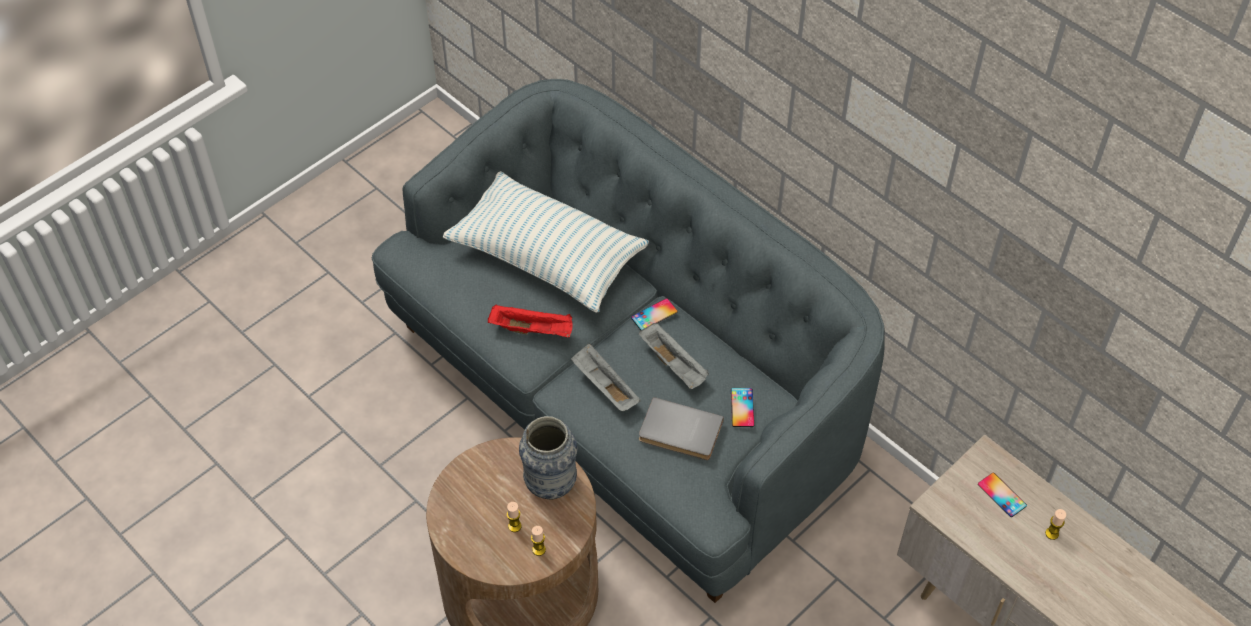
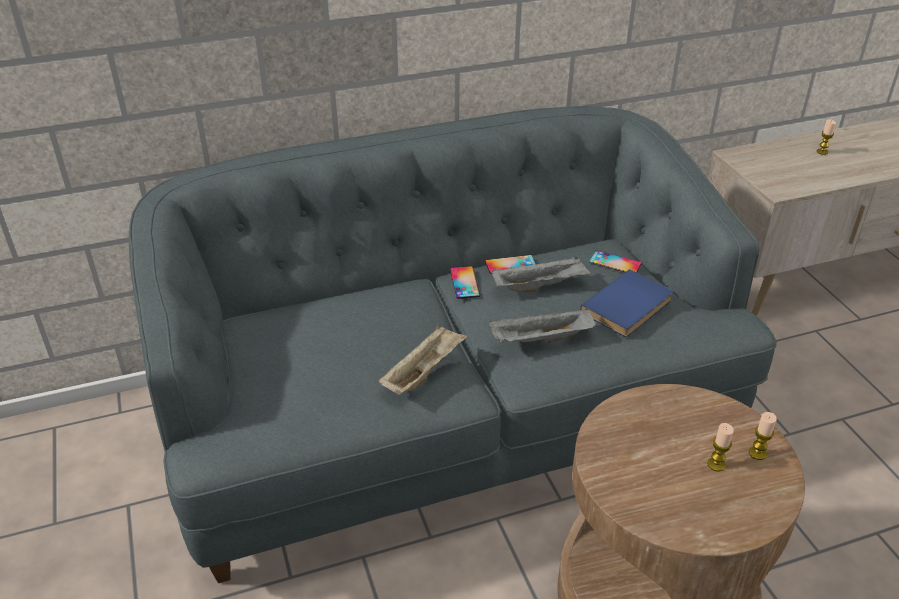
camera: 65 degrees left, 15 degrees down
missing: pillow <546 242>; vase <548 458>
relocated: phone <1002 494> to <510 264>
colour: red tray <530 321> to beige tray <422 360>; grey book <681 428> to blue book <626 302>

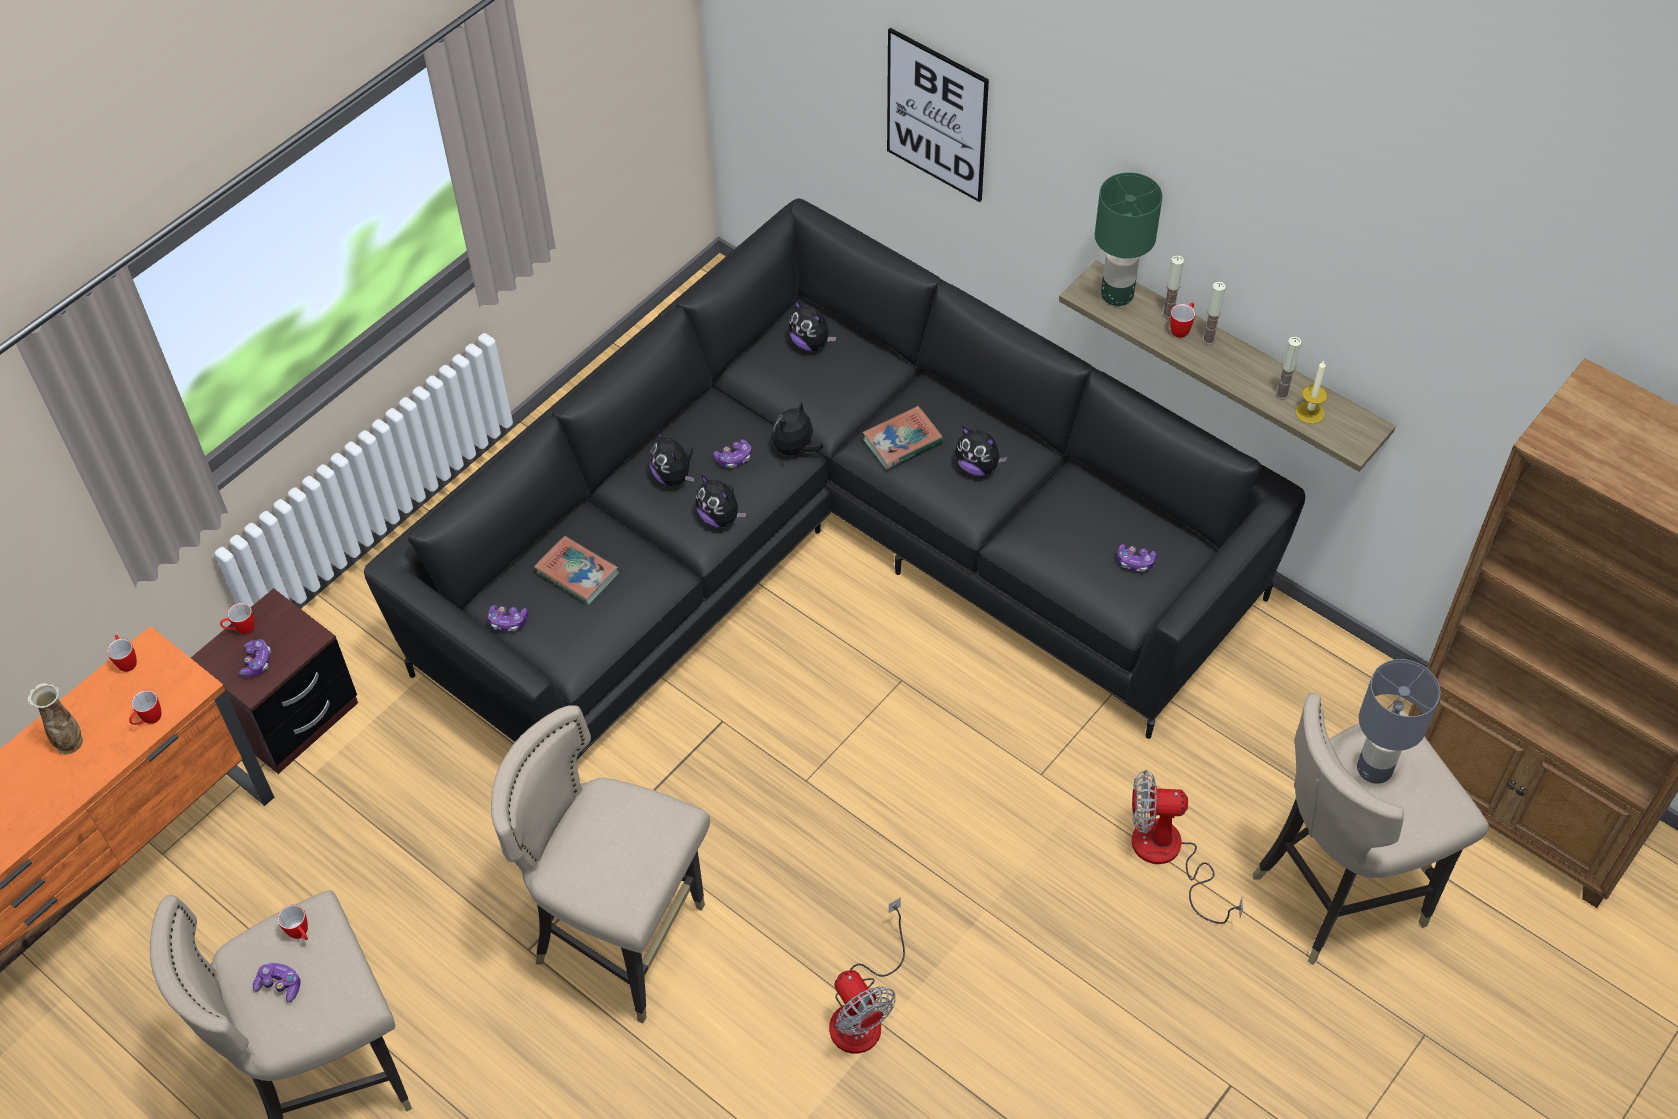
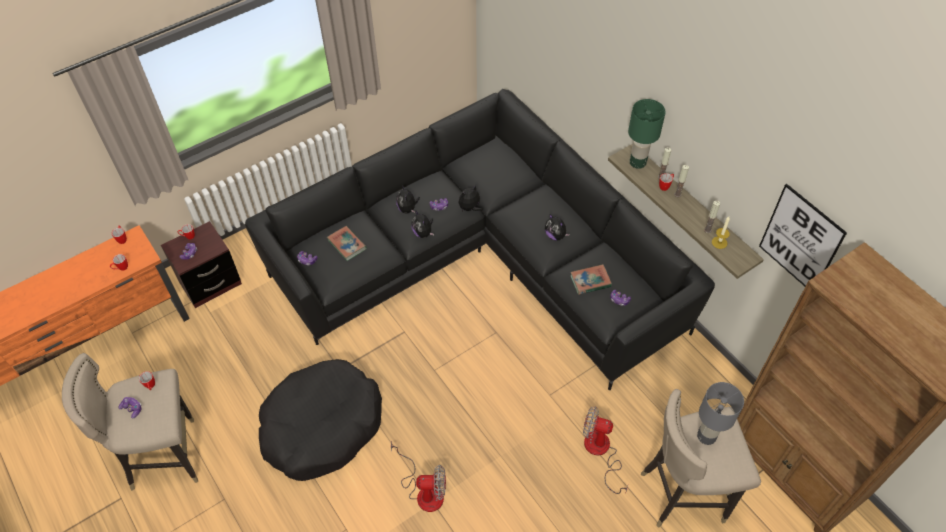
camera: 15 degrees right, 0 degrees up
missing: vase <55 718>; plush toy <812 325>
relocated: book <903 438> to <591 279>; picture <938 115> to <803 235>
exchanged: beige stool <600 864> to black dog bed <320 420>
spun: fan <867 975> = <418 476> 75 degrees counterclockwise

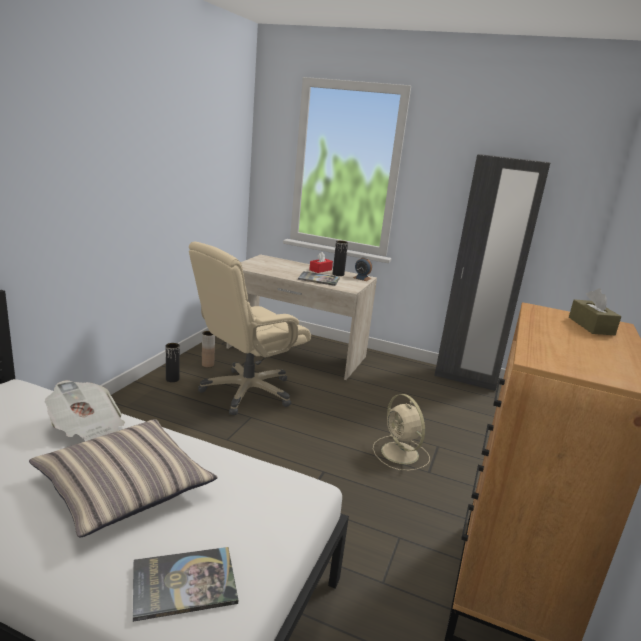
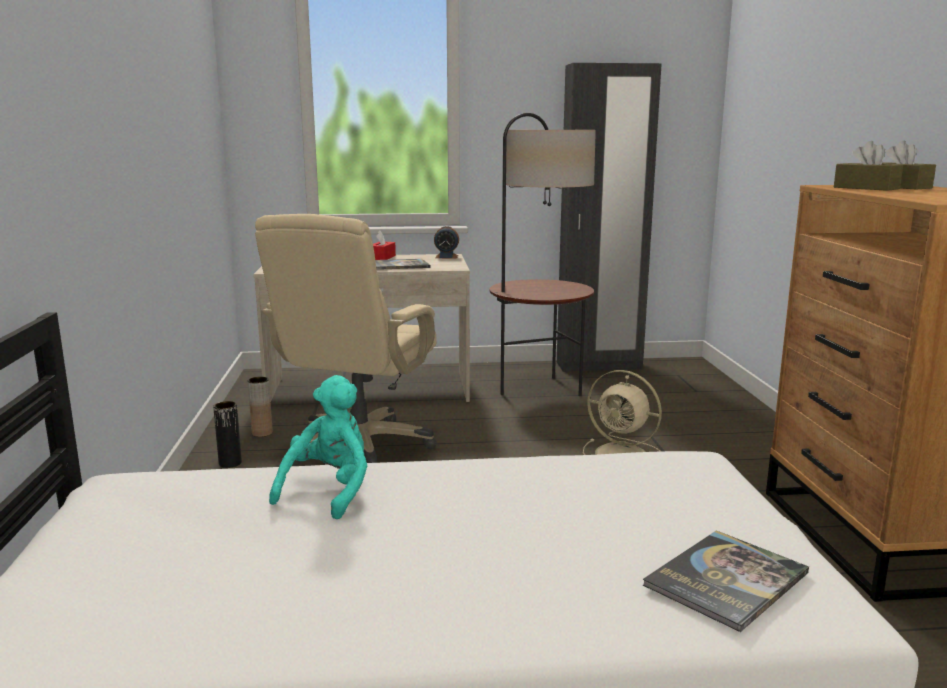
camera: 25 degrees left, 5 degrees down
missing: pillow <123 478>; black vase <340 258>
appeared: floor lamp <543 254>; brown tissue box <868 166>
exchanged: newspaper <85 410> to turquoise plush toy <318 447>

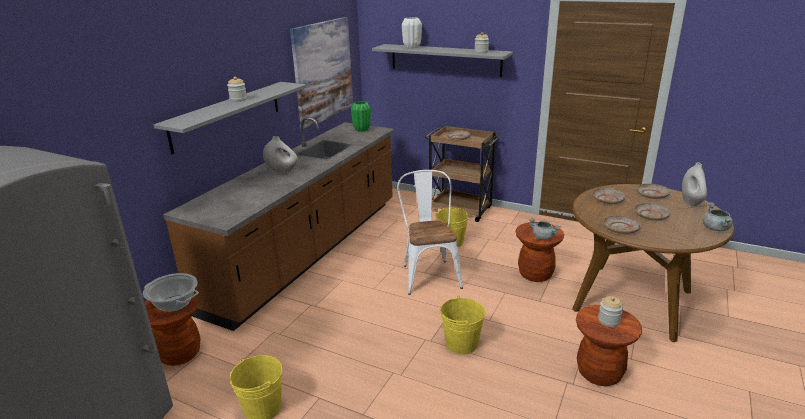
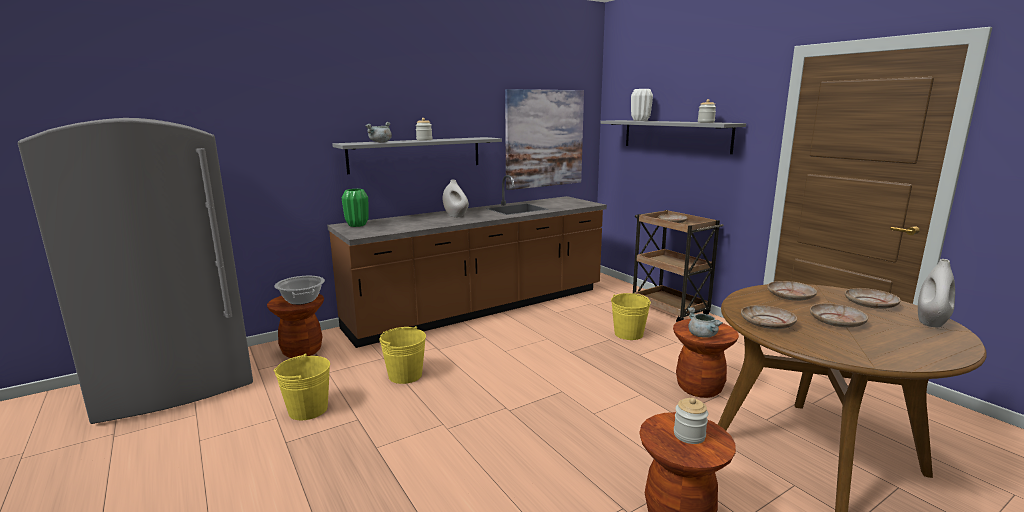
camera: 30 degrees right, 10 degrees down
missing: white chair <430 232>
relocated: green vase <361 116> to <355 208>; yellow bucket <462 325> to <402 355>; grey cooking pot <718 216> to <378 132>

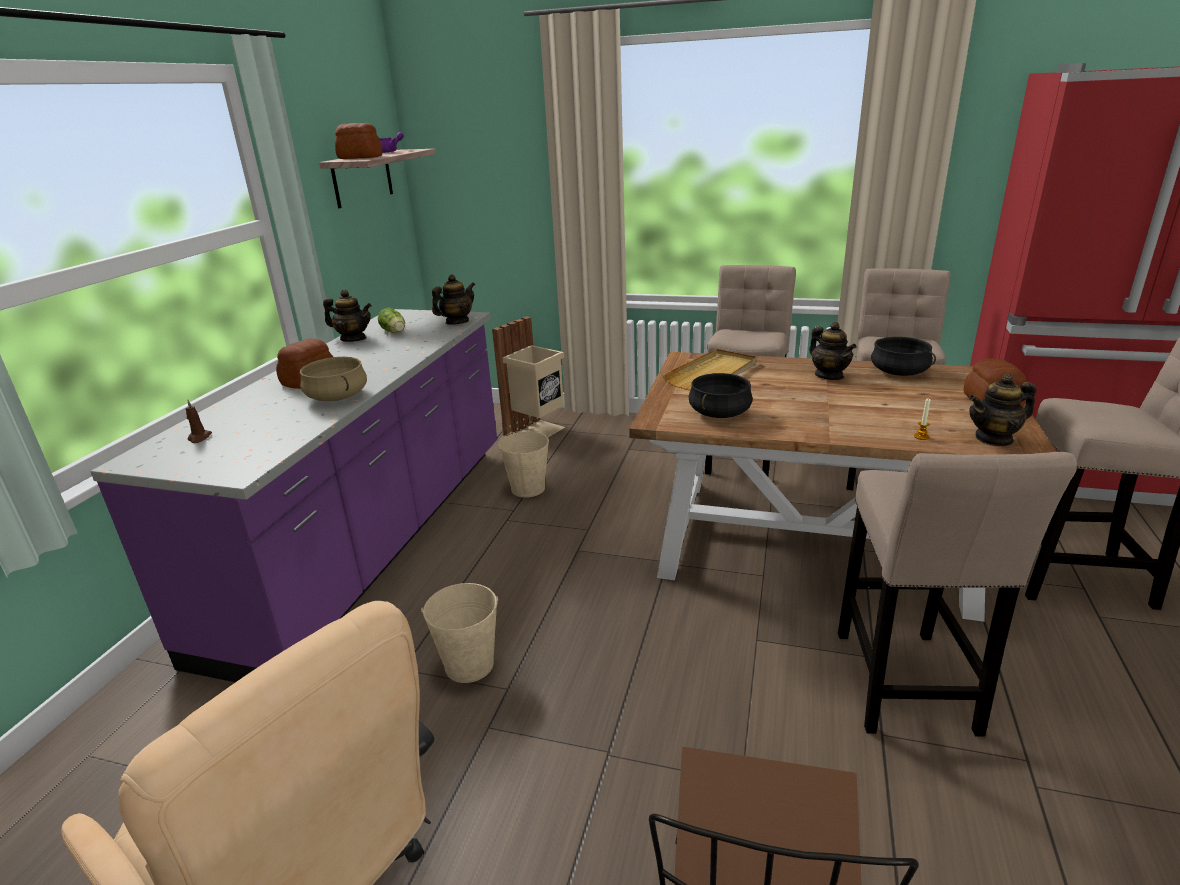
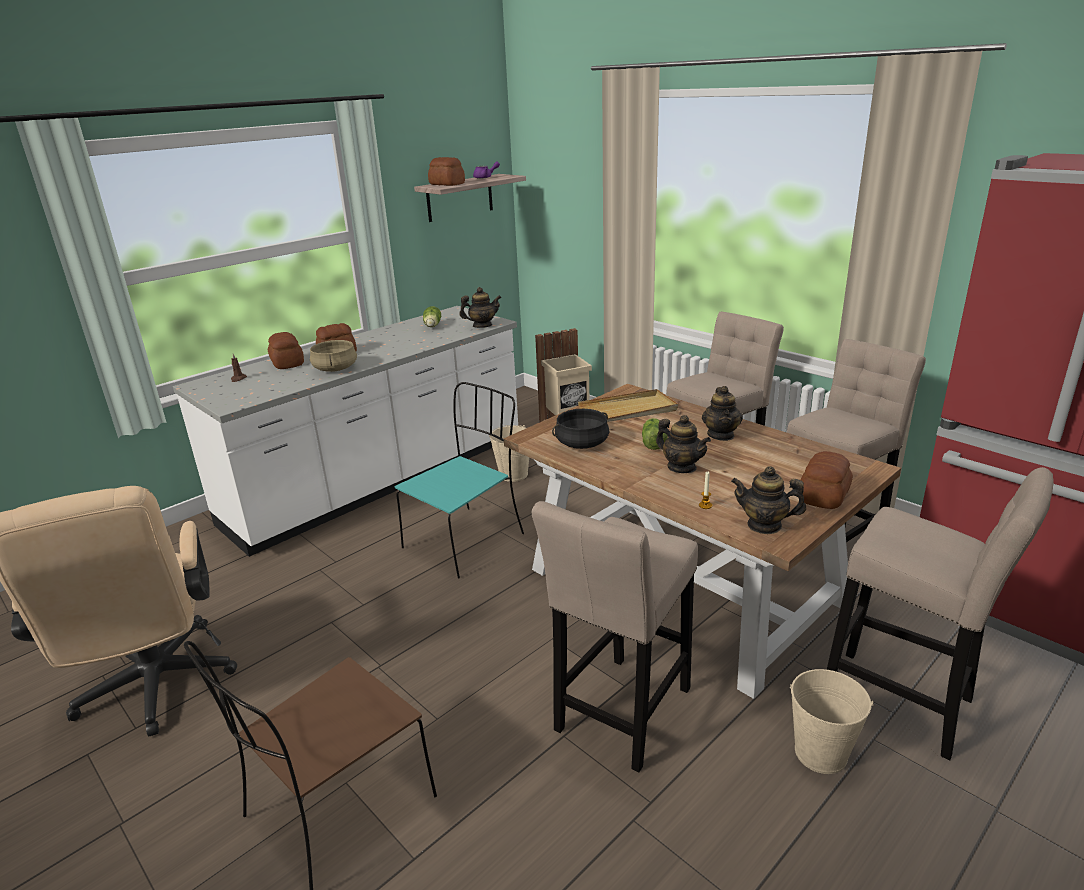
camera: 30 degrees right, 0 degrees up
missing: black cooking pot <903 356>
appeared: bread <286 350>; turquoise chair <459 480>; lettuce <655 434>
relocated: teapot <347 316> to <683 444>; beige bucket <459 633> to <831 721>
colour: purple counter <293 495> to white counter <345 431>

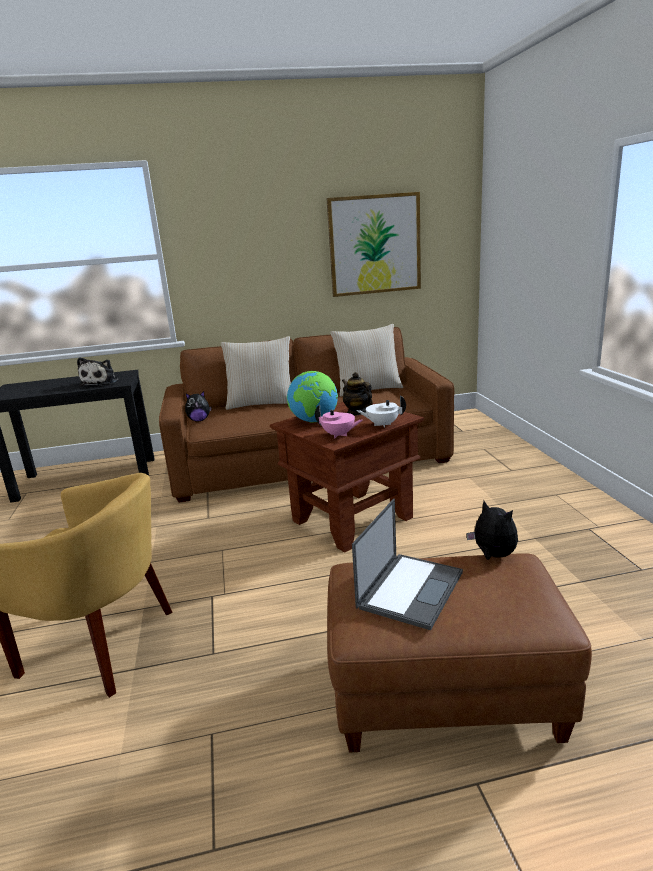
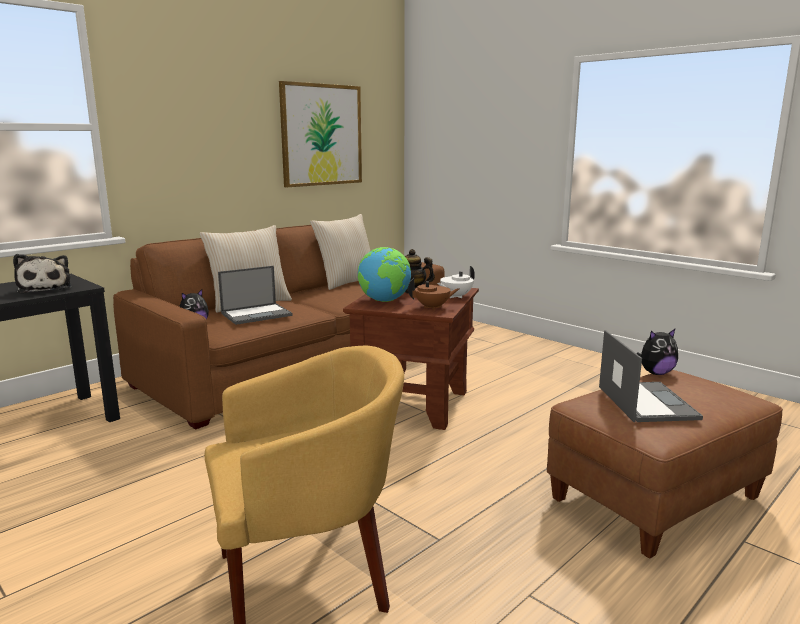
camera: 35 degrees left, 5 degrees down
appeared: laptop <255 295>
colour: pink teapot <339 421> to brown teapot <434 294>
spun: plush toy <492 530> = <657 351> 150 degrees clockwise

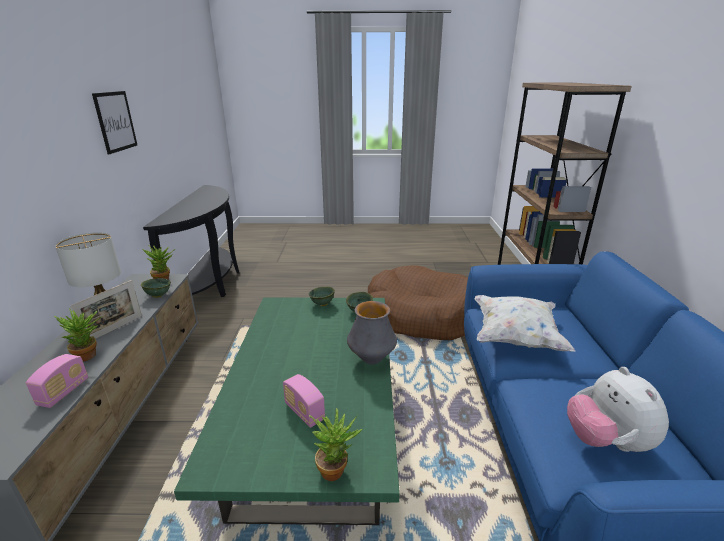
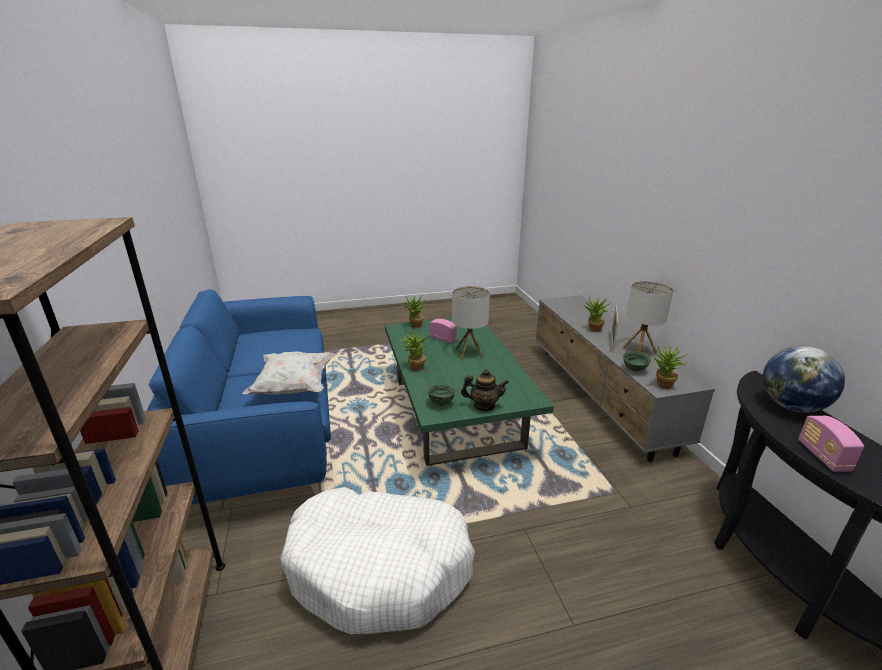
camera: 165 degrees right, 0 degrees up
missing: picture <114 122>; plush toy <618 409>
appeared: table lamp <471 322>; globe <804 379>
relocated: radio <57 381> to <831 444>
exchanged: green bowl <321 296> to teapot <485 390>; vase <372 333> to potted plant <412 350>
colour: brown dog bed <418 302> to white dog bed <377 560>

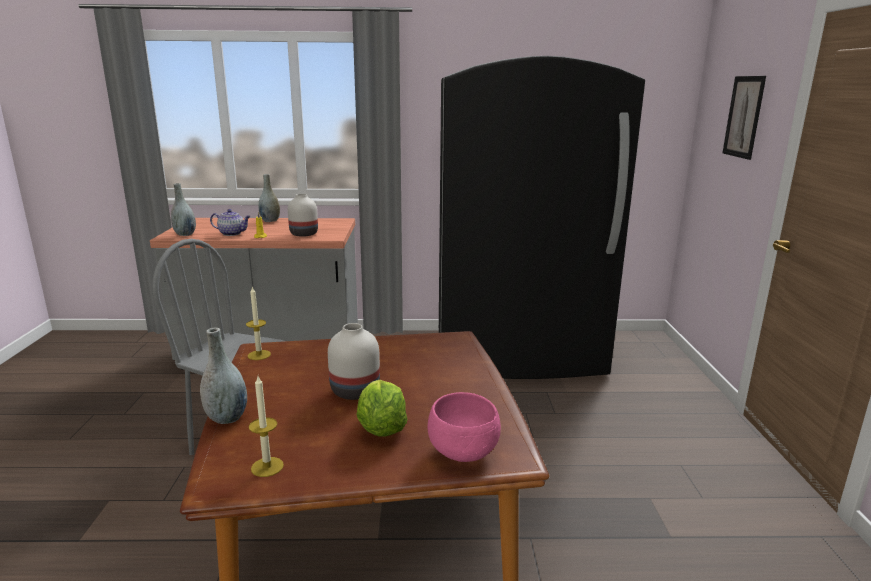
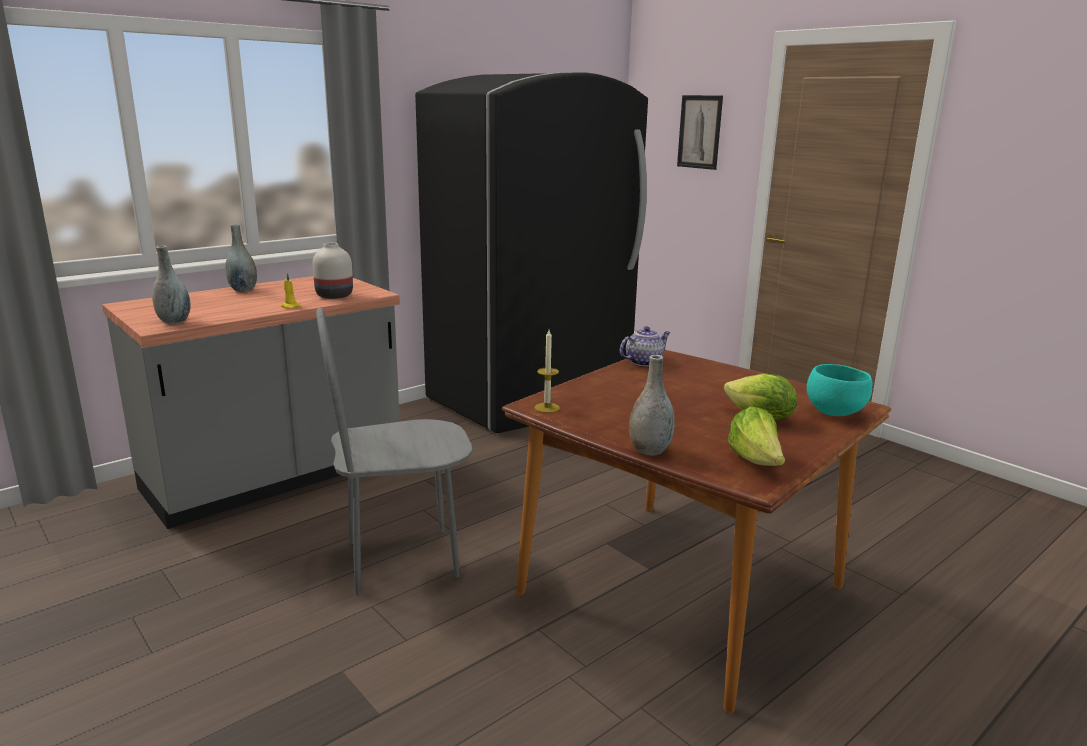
camera: 40 degrees left, 0 degrees up
missing: white vase <354 361>
relocated: teapot <230 222> to <645 346>
exchanged: candle <266 426> to lettuce <756 436>
colour: pink bowl <464 427> to turquoise bowl <839 390>

